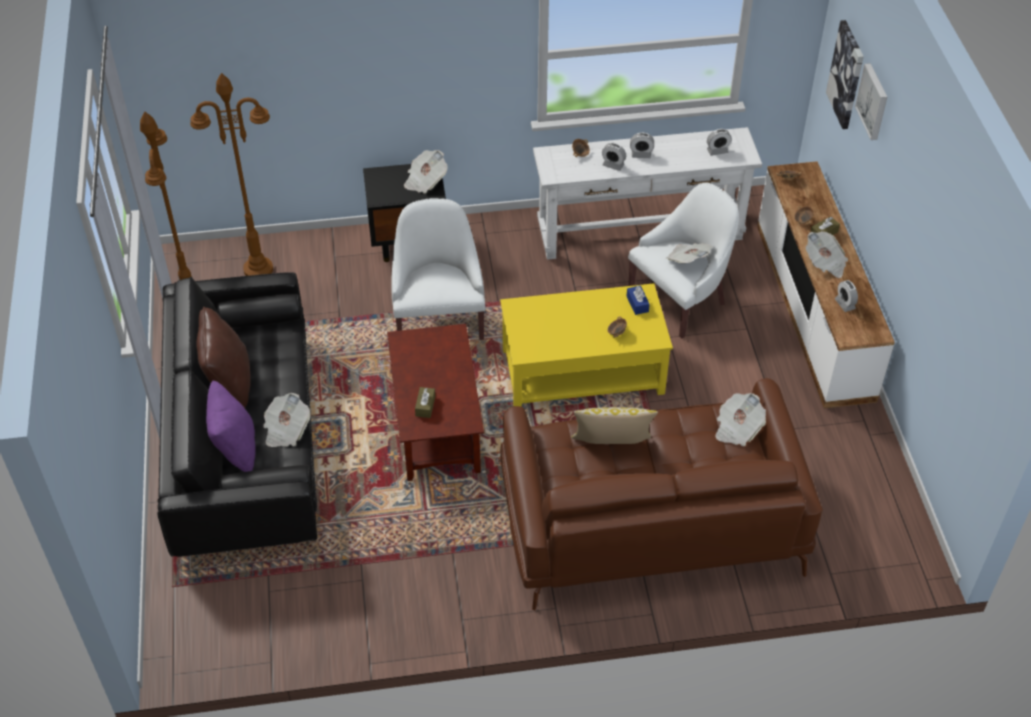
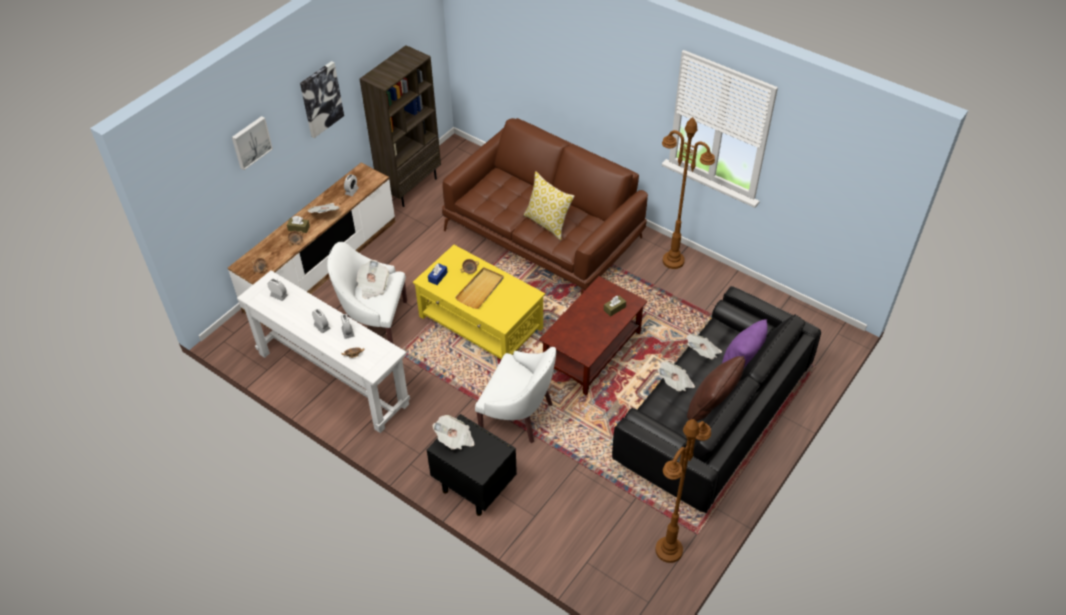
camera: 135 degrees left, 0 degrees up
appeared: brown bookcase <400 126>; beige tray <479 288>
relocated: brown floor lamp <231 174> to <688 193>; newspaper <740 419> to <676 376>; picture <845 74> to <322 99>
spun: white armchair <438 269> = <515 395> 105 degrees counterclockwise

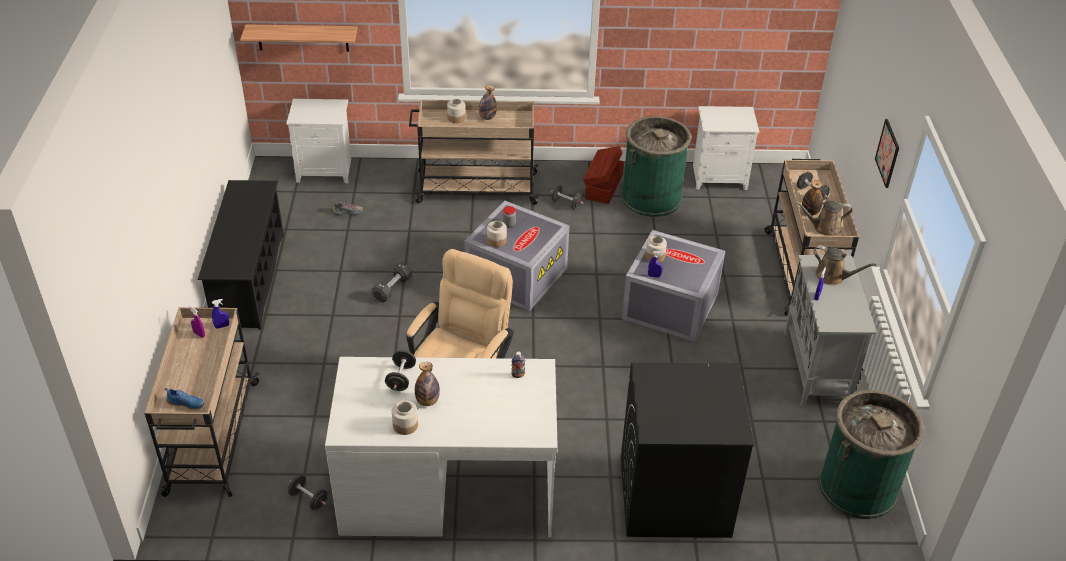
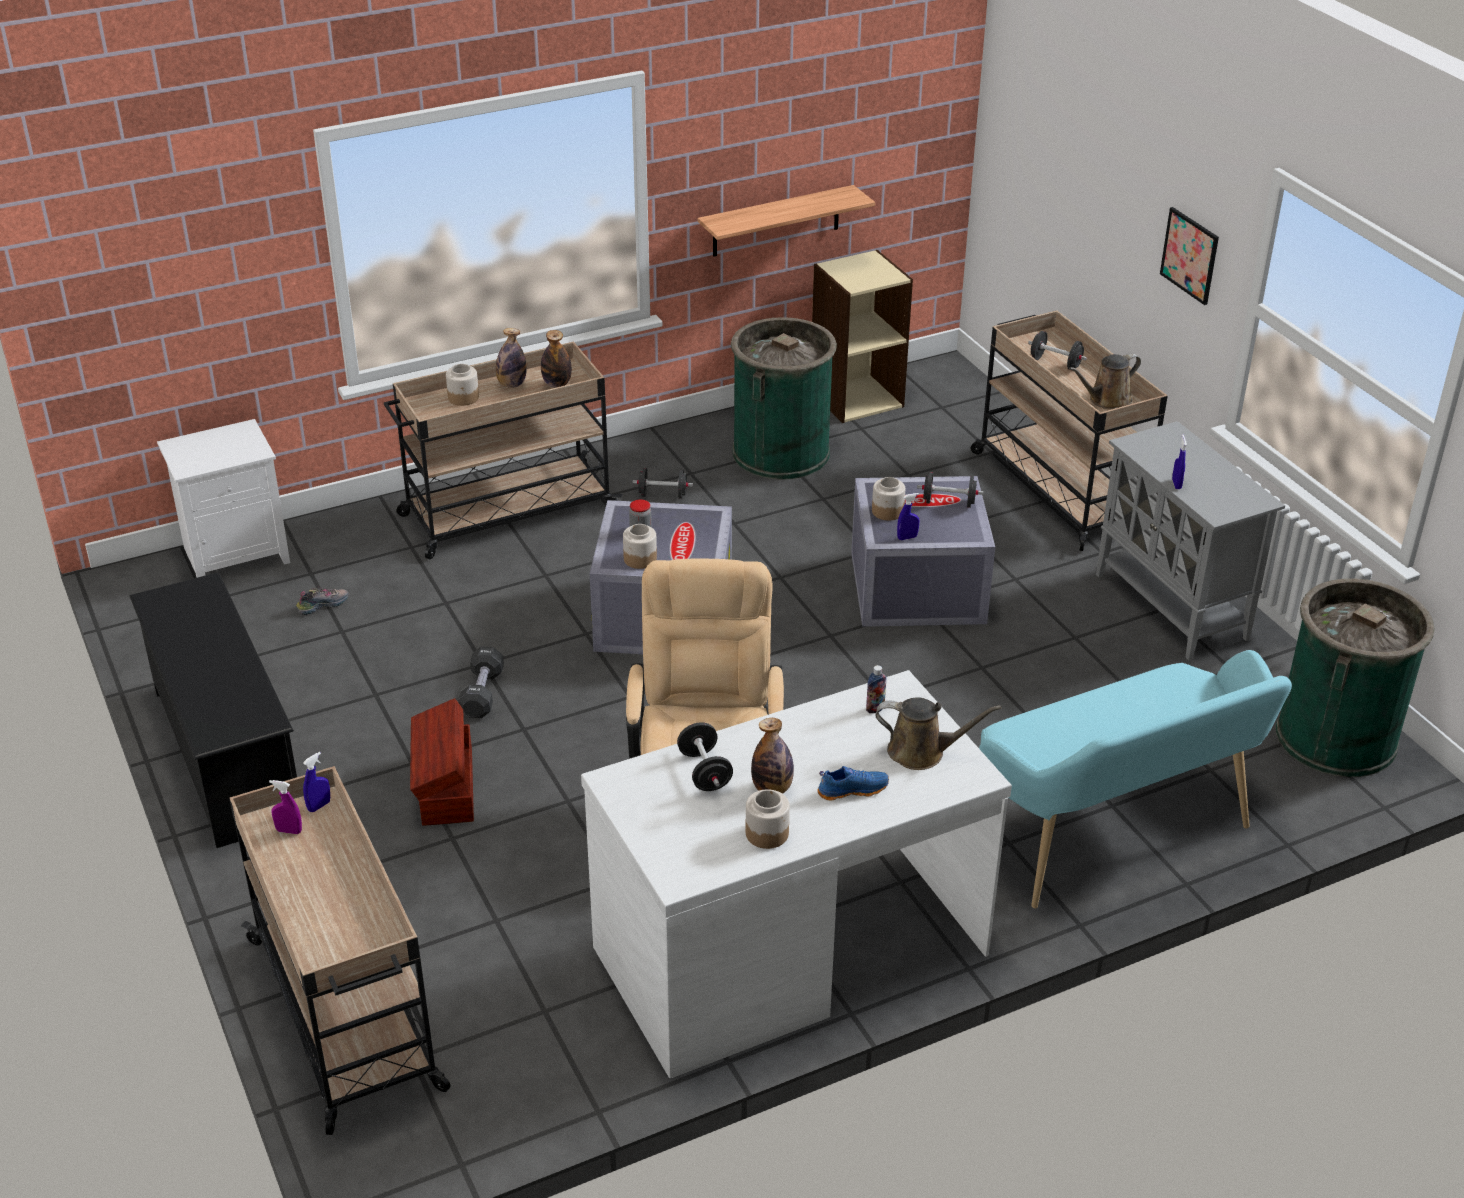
camera: 25 degrees left, 5 degrees down
relocated: blue shoe <184 399> to <853 783>; shelf <299 38> to <786 221>; black dumbbell <308 493> to <950 490>; brown storage box <603 175> to <442 762>; bottle <812 198> to <556 359>; brown watering can <844 265> to <938 733>
exchanged: black washing machine <687 450> to turquoise bench <1135 779>; white nightstand <726 148> to beige bookcase <862 336>

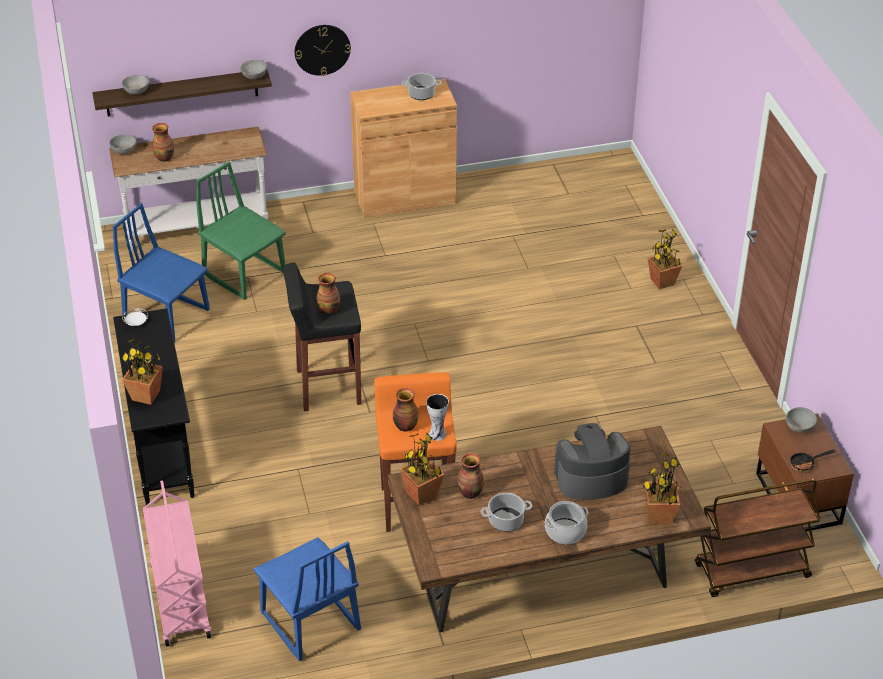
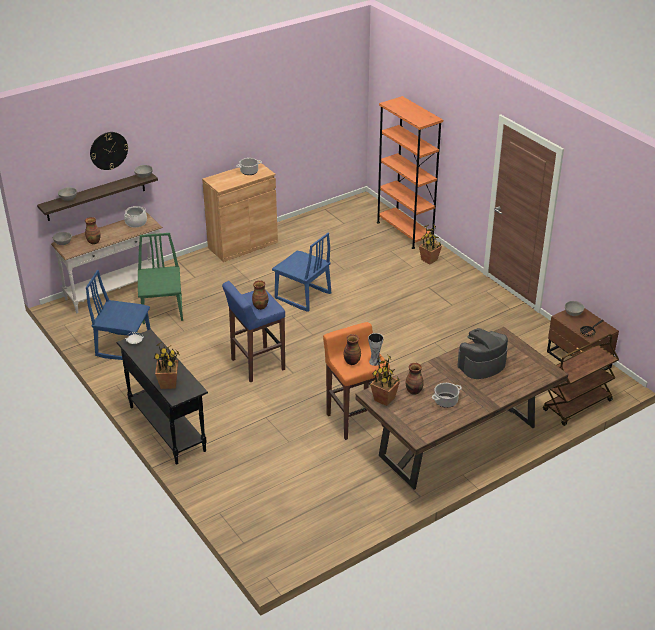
camera: 20 degrees left, 5 degrees down
missing: pink cart <177 564>; potted plant <661 488>
appeared: orange bookcase <410 172>
relocated: blue chair <307 599> to <301 272>; wall clock <323 50> to <109 151>; cooking pot <566 522> to <135 217>
colour: black stool <322 337> to blue stool <253 331>
spun: green chair <241 231> = <160 278> 60 degrees clockwise

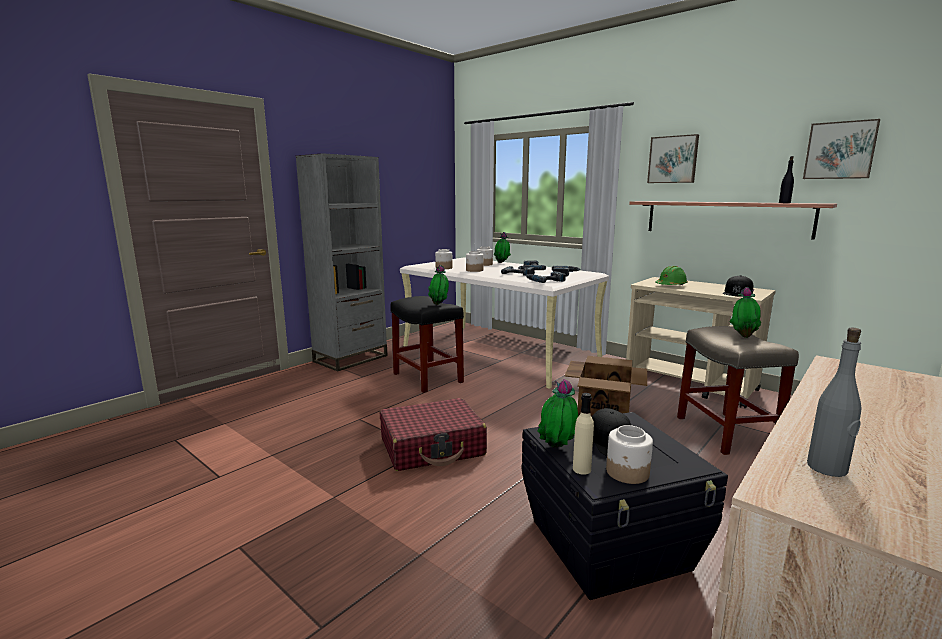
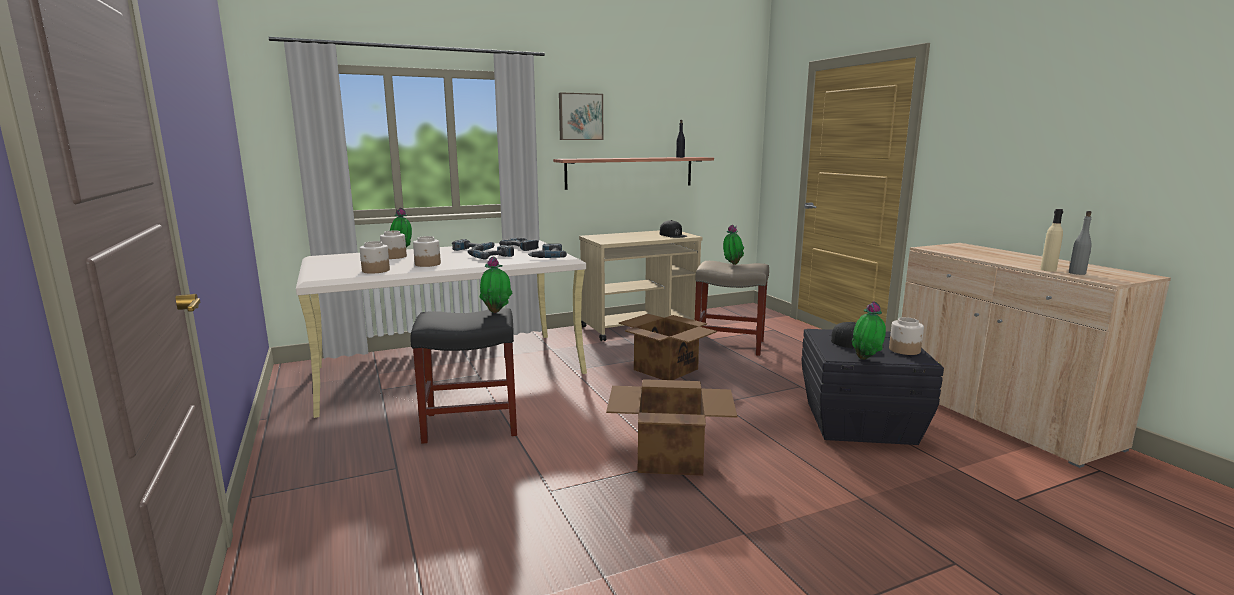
camera: 65 degrees left, 0 degrees up
missing: grey bookcase <342 262>; green hard hat <671 275>; picture <841 149>
relocated: beige bottle <583 434> to <1051 240>
exchanged: red suitcase <433 434> to cardboard box <671 427>

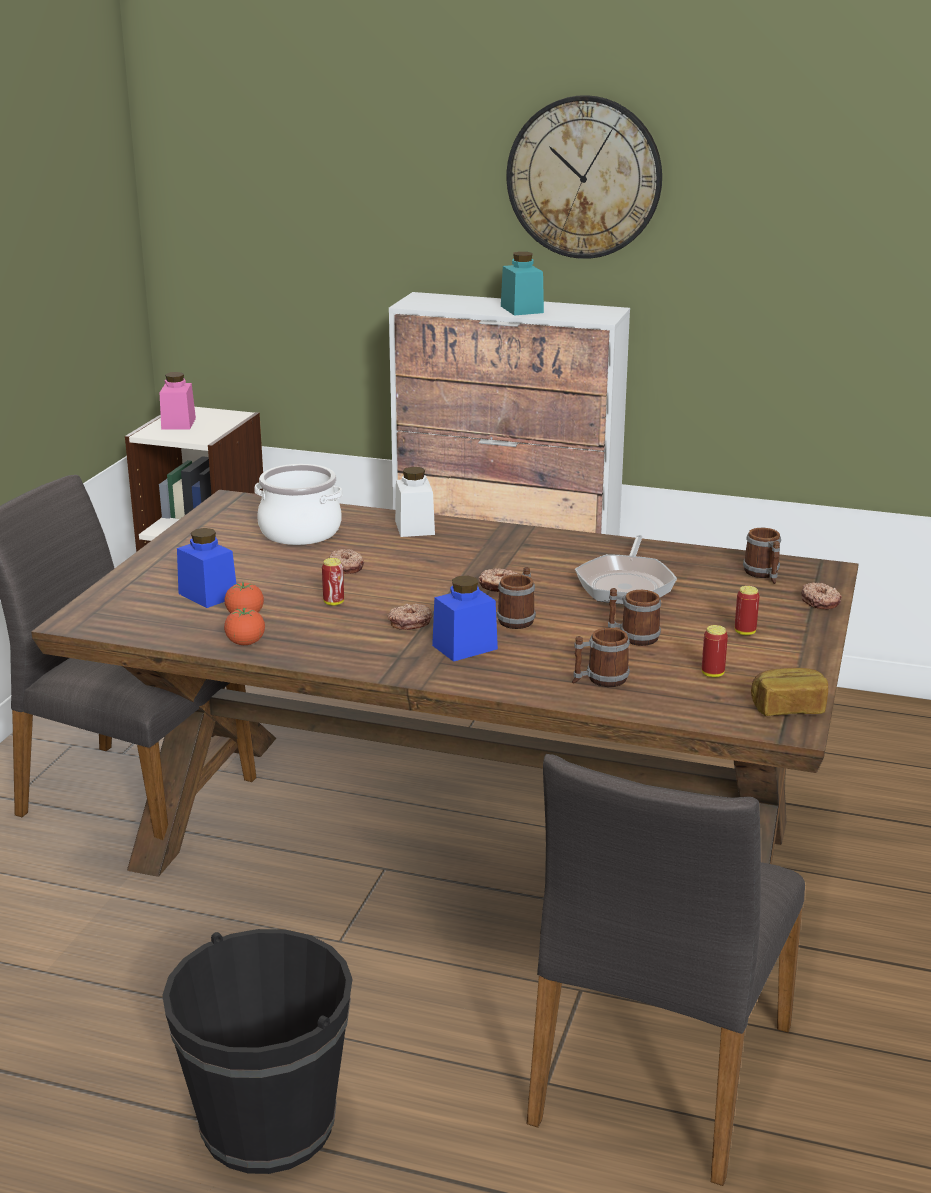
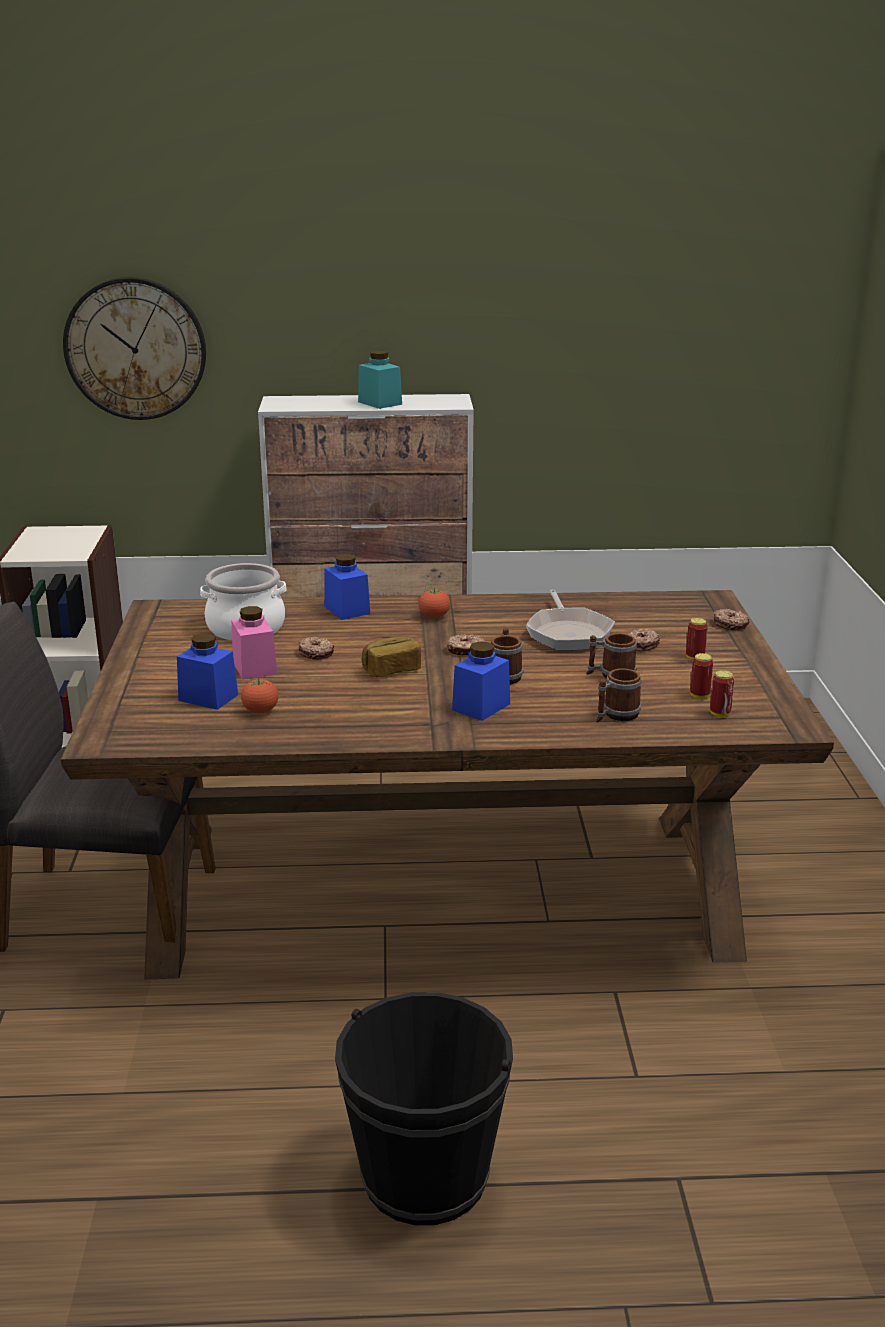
camera: 20 degrees left, 0 degrees up
missing: grey chair <666 970>; mug <762 556>
relocated: pink jar <178 401> to <254 643>; tomato <244 626> to <434 603>; can <333 582> to <722 693>; donut <409 616> to <644 640>; wall clock <584 177> to <134 348>; bread <789 692> to <391 656>
colour: white jar <415 502> to blue jar <347 587>

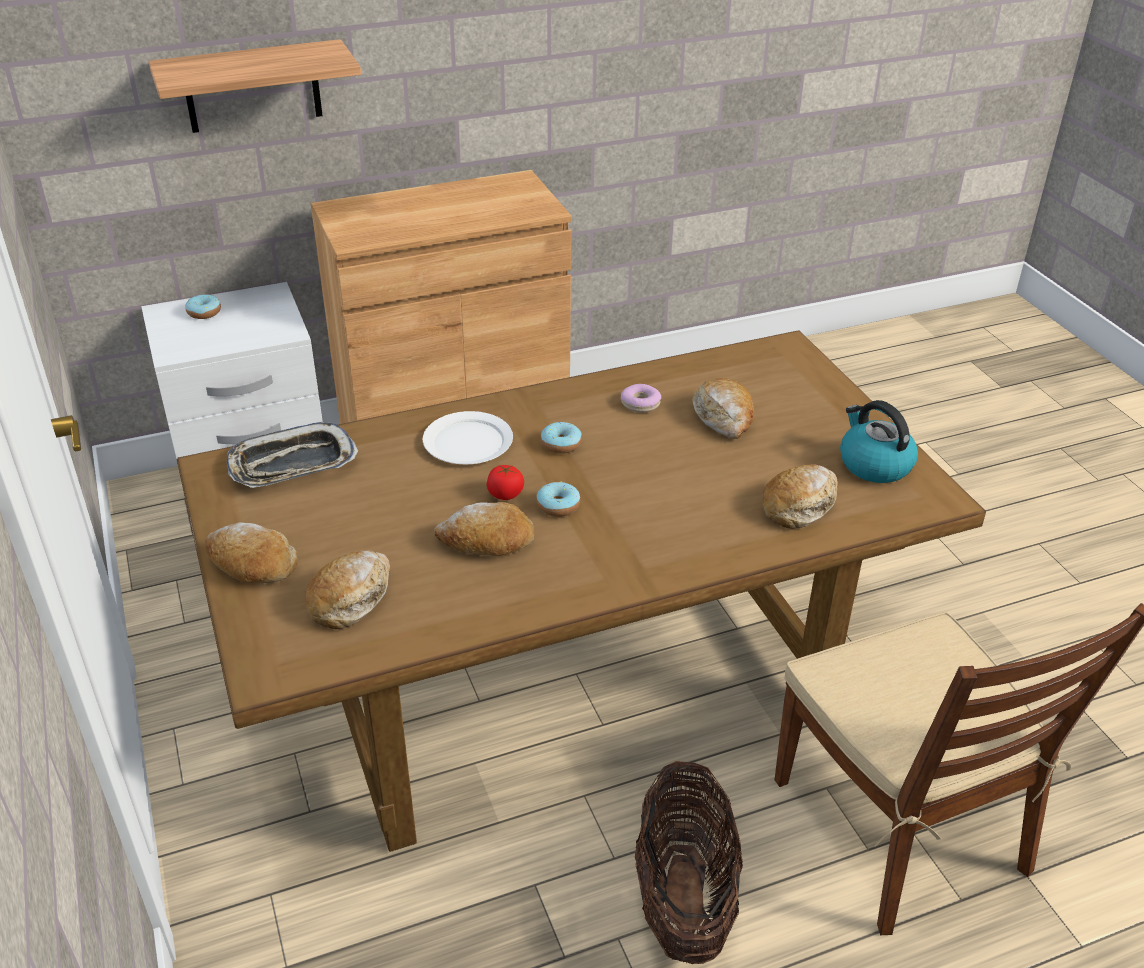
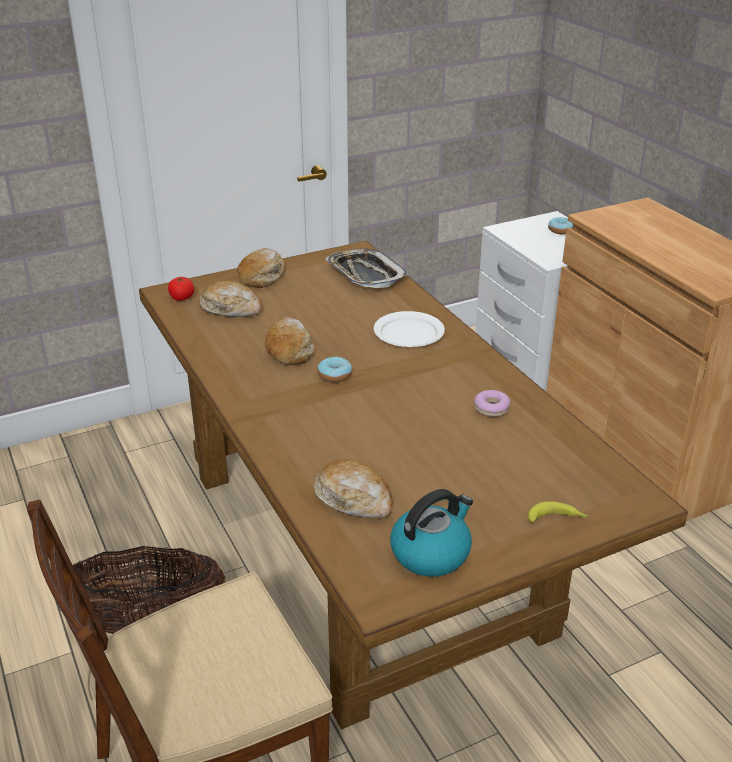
camera: 85 degrees right, 5 degrees down
missing: shelf <254 86>; donut <561 438>; bread <723 408>
appeared: banana <558 512>
relocated: tomato <505 482> to <181 289>

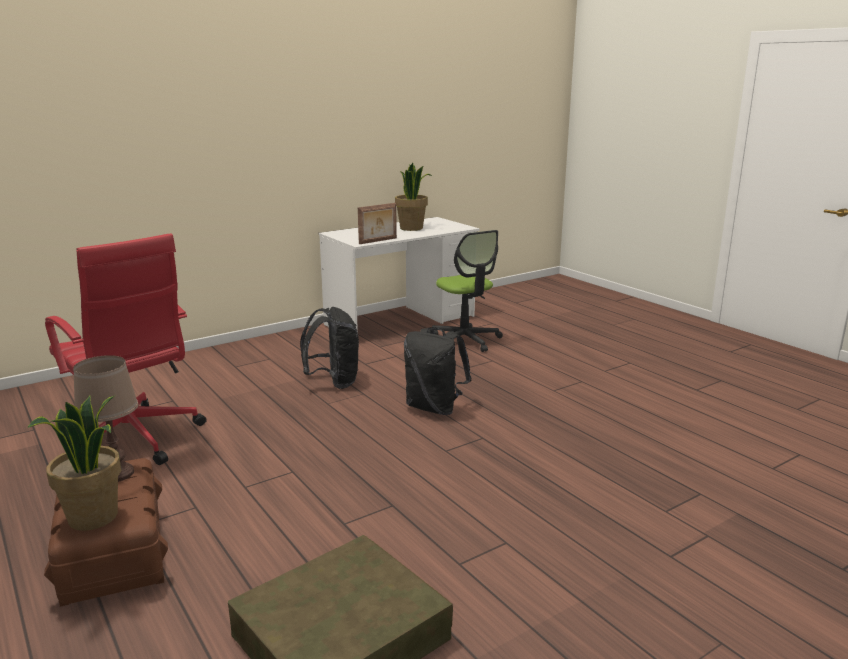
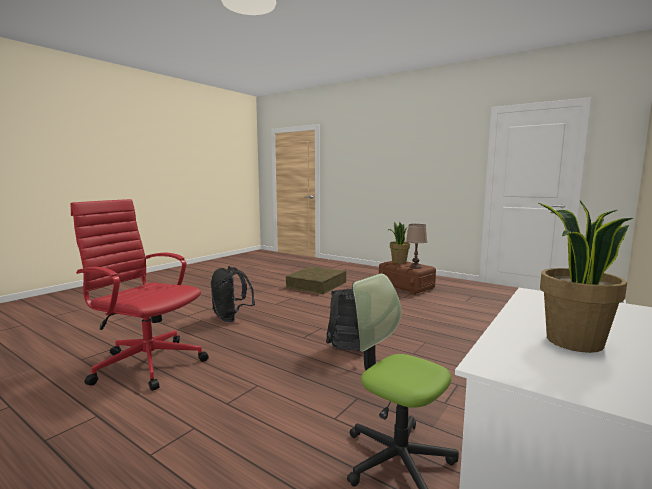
camera: 160 degrees right, 10 degrees down
missing: picture frame <377 223>
relocated: red office chair <126 349> to <140 295>; black backpack <329 348> to <233 294>

